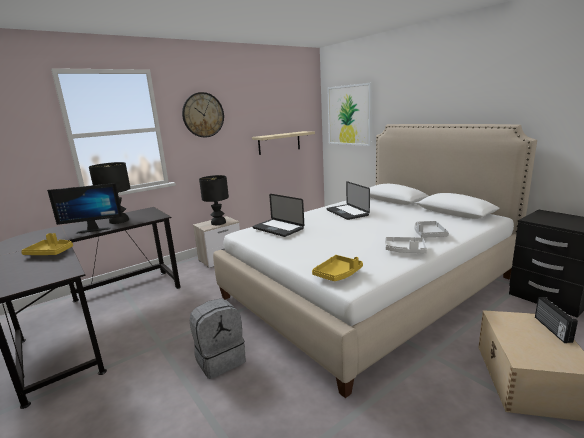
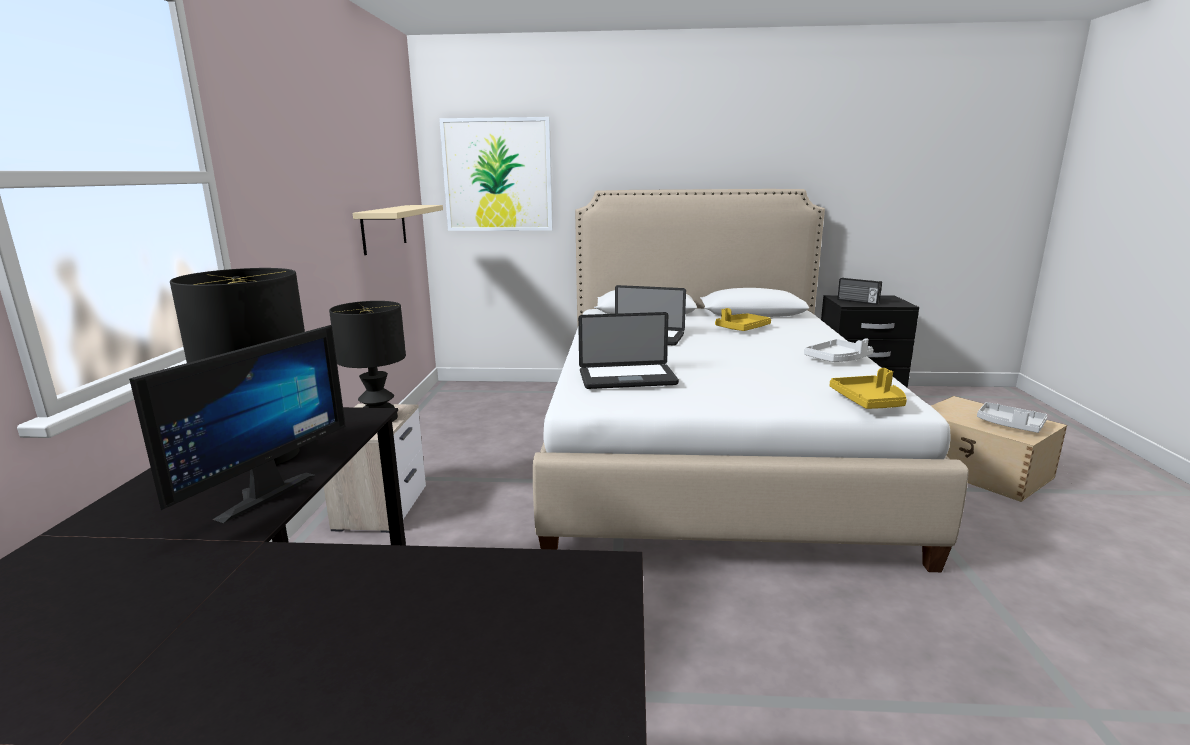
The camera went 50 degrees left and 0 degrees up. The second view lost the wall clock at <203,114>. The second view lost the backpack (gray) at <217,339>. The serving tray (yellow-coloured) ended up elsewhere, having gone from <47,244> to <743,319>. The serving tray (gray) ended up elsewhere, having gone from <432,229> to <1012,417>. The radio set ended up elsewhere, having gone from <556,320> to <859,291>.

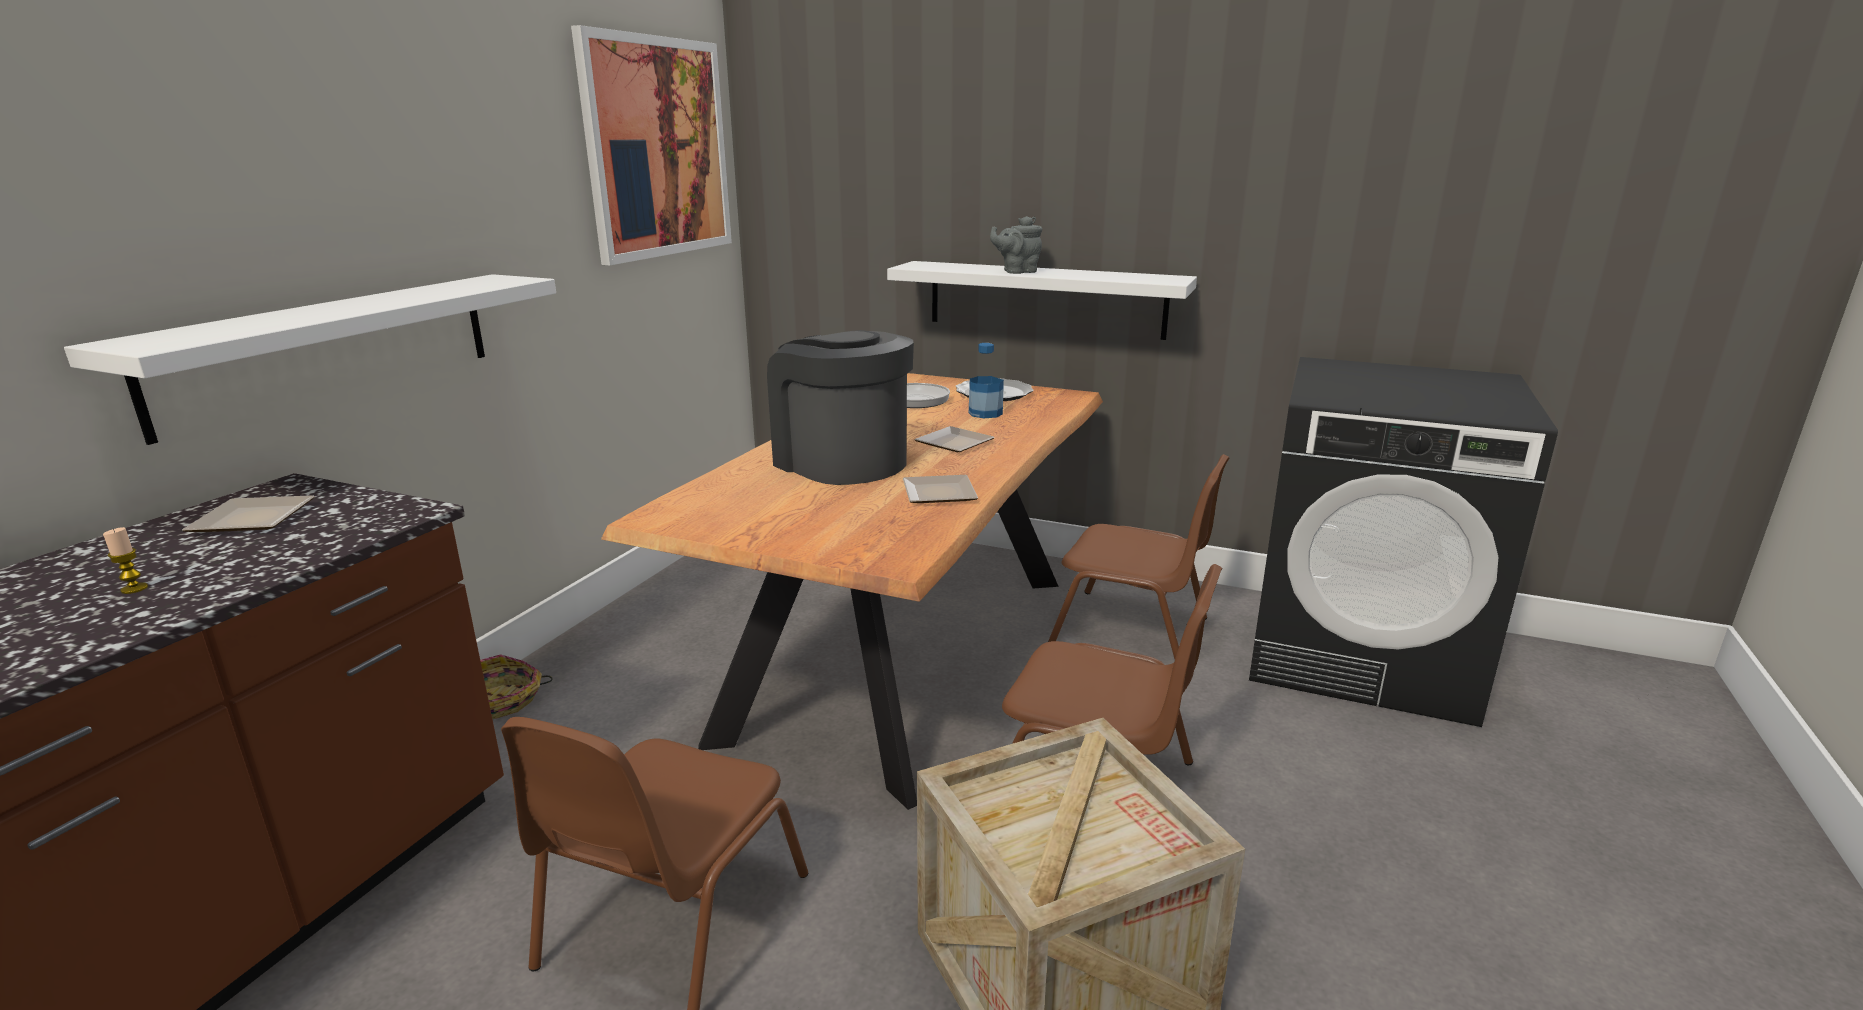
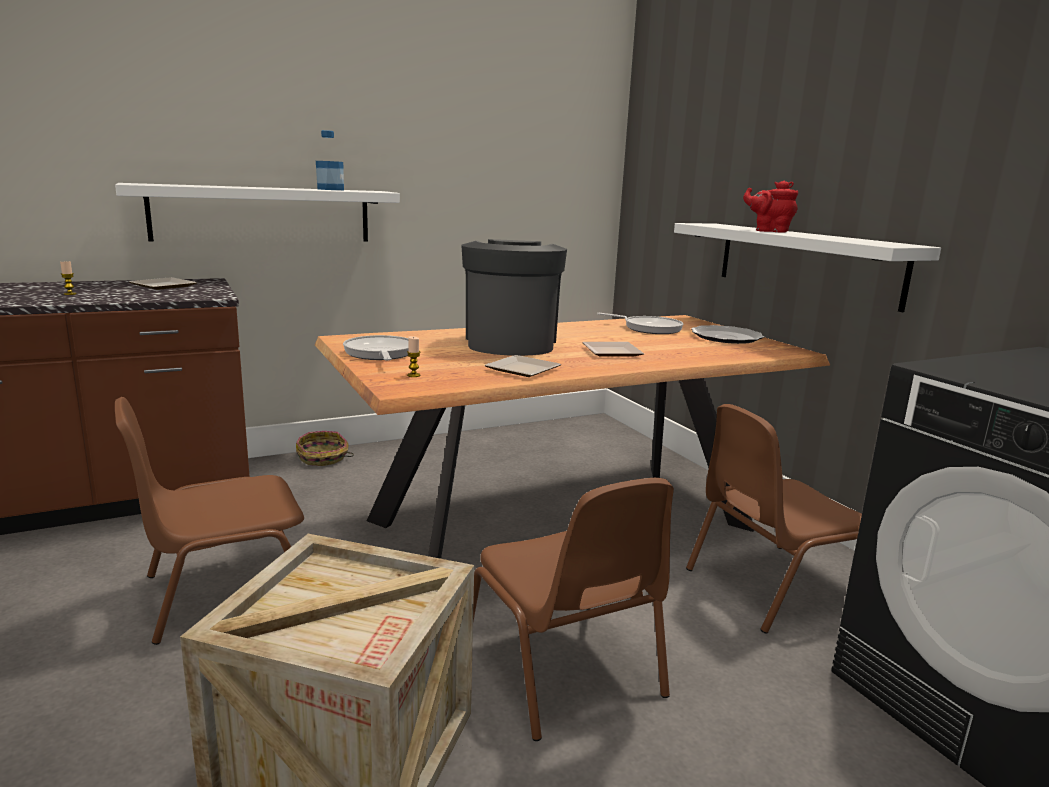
The camera went 40 degrees right and 5 degrees down. The second view lost the wall art at <651,145>. The second view gained the skillet at <376,348>. The second view gained the candle at <414,356>. The drink bottle ended up elsewhere, having gone from <986,380> to <330,160>. What was the pot for tea (gray) at <1016,245> turned into the pot for tea (reddish) at <770,206>. The upright chair (brown) at <1139,556> ended up facing another way, 90 degrees clockwise from before.

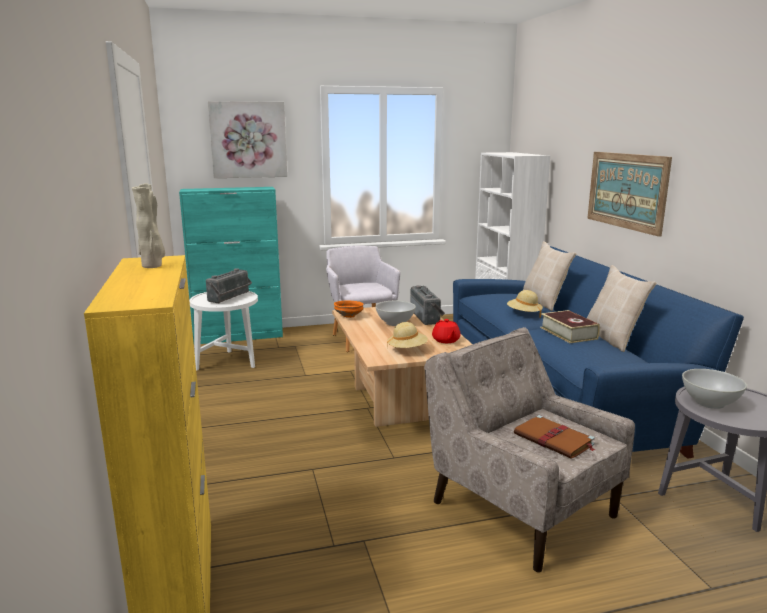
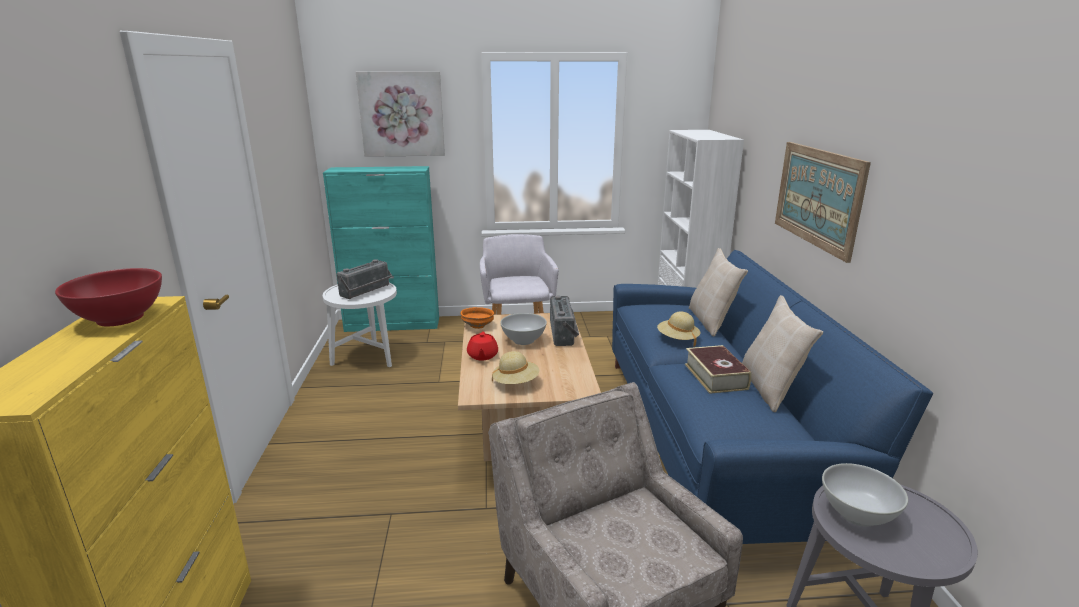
The camera went 10 degrees right and 5 degrees up. The second view lost the volume (brown) at <555,437>. The pot for tea (reddish) ended up elsewhere, having gone from <446,331> to <482,346>. Where the decorative vase (beige-coloured) stood at <148,225>, the serving bowl (reddish) came to stand at <108,297>.

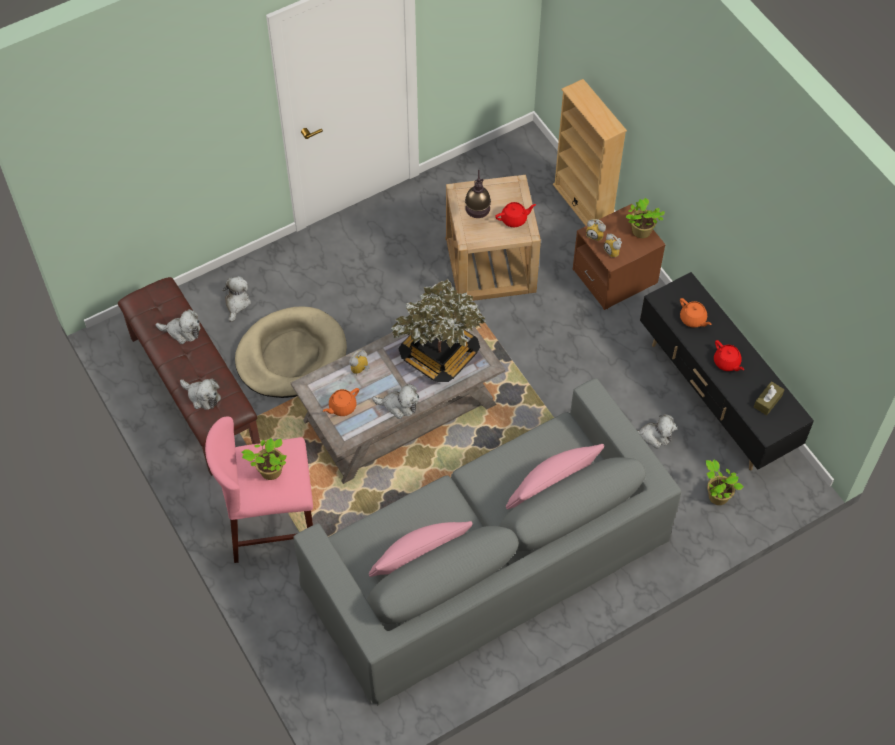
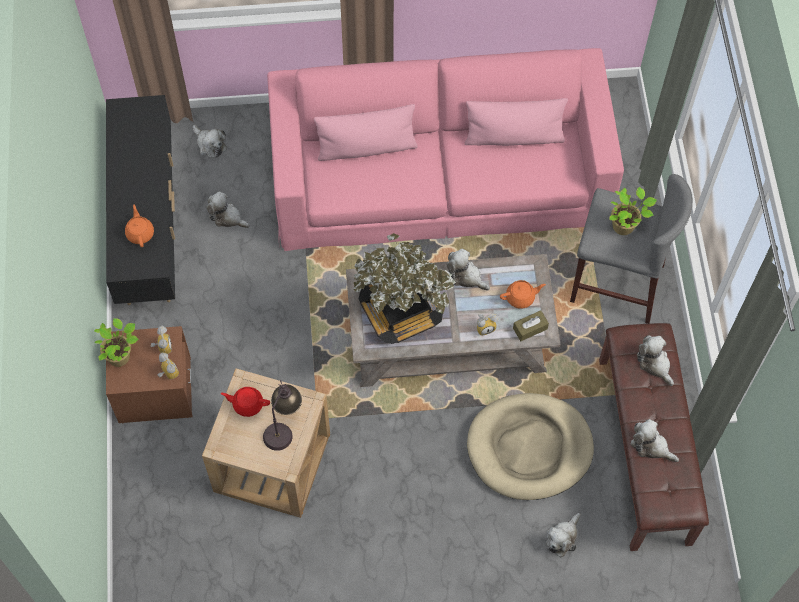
The camera went 155 degrees left and 5 degrees up. The second view lost the shelving unit (beige-coloured) at <590,152>. The second view lost the pot for tea (reddish) at <729,355>. The tissue holder (brown) ended up elsewhere, having gone from <769,398> to <531,325>. Where the plant in a pot stood at <725,482>, the plush toy came to stand at <210,141>. What was the stool (pink) at <259,489> turned into the stool (gray) at <631,249>. What was the couch (gray) at <487,542> turned into the couch (pink) at <445,149>.

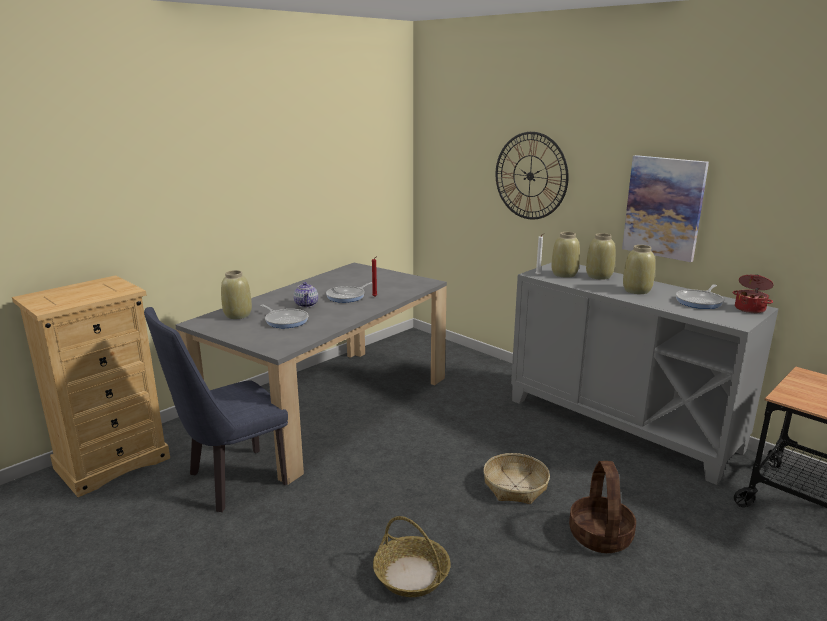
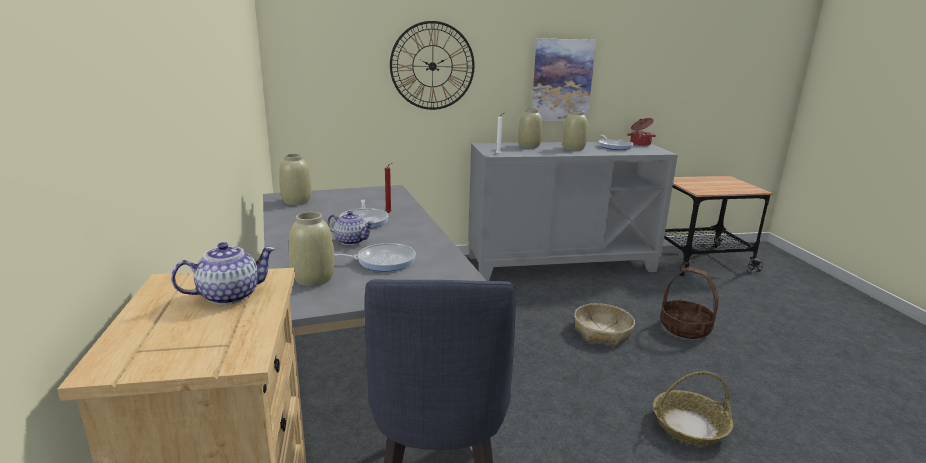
The camera went 55 degrees left and 0 degrees up. The second view gained the pot for tea at <223,273>. The decorative vase (beige-coloured) ended up elsewhere, having gone from <565,255> to <295,179>.

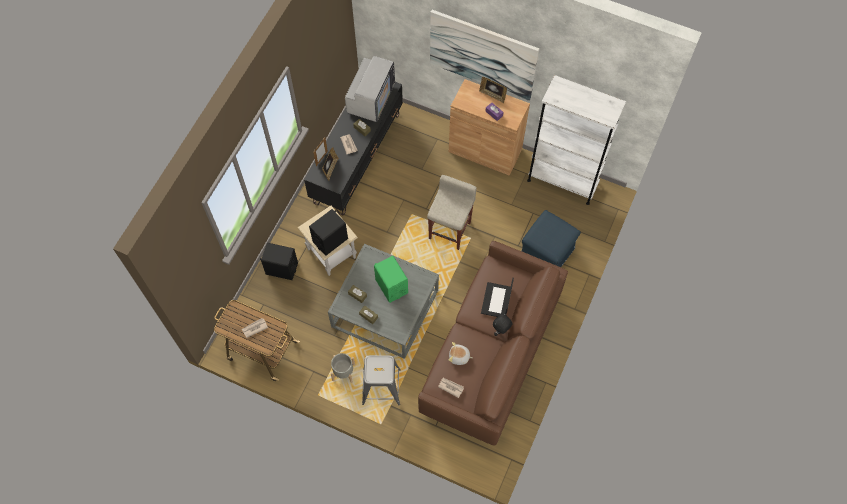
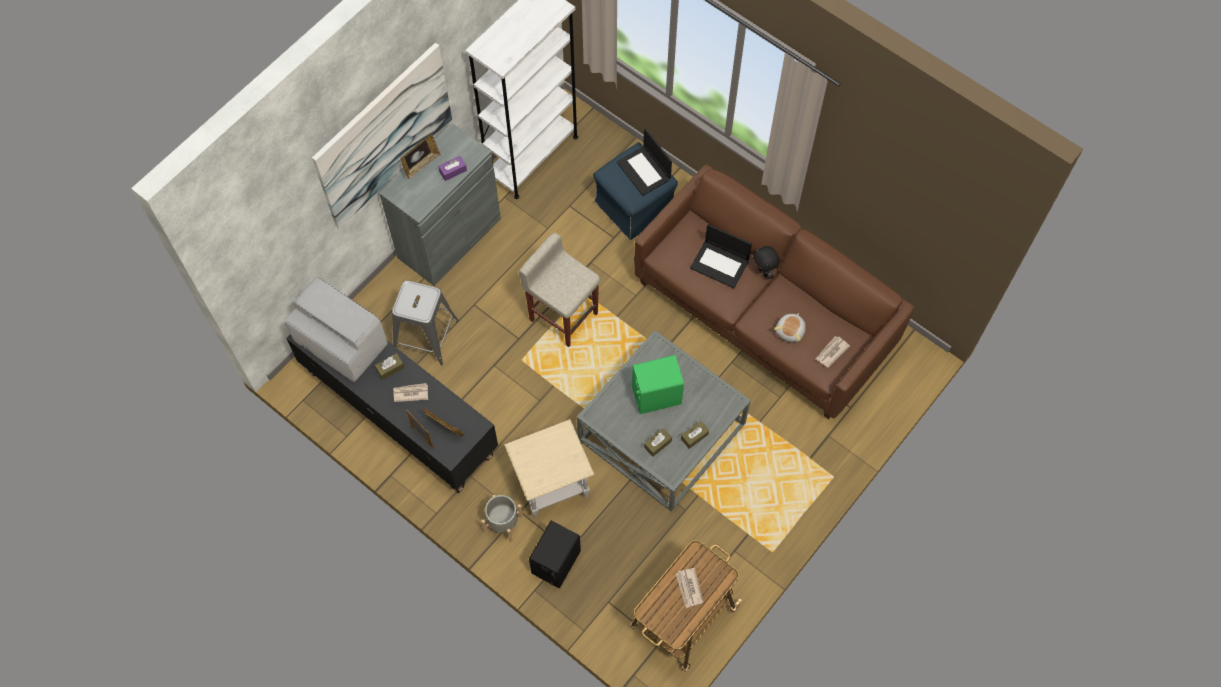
The camera went 75 degrees left and 0 degrees up. The second view lost the loudspeaker (black) at <328,232>. The second view gained the portable computer at <644,162>. The flower pot (gray) ended up elsewhere, having gone from <342,368> to <502,518>. The stool (gray) ended up elsewhere, having gone from <381,380> to <425,322>. What was the cupboard (brown) at <489,127> turned into the cupboard (gray) at <440,204>.

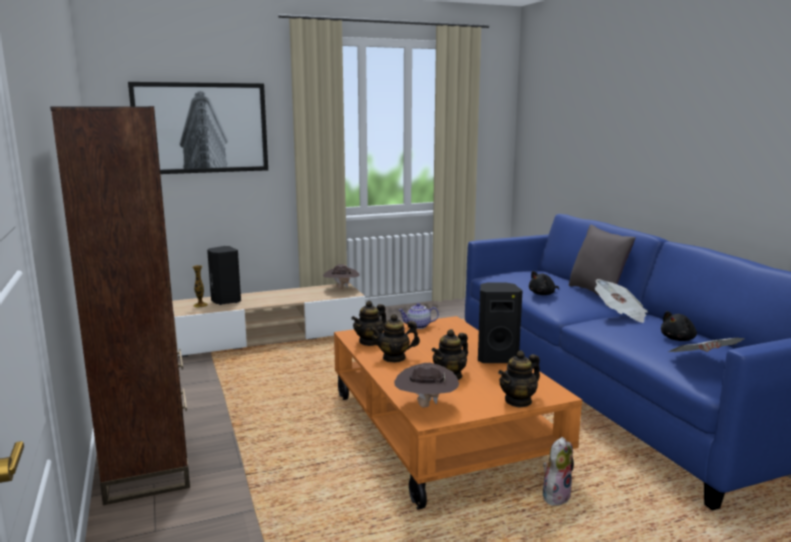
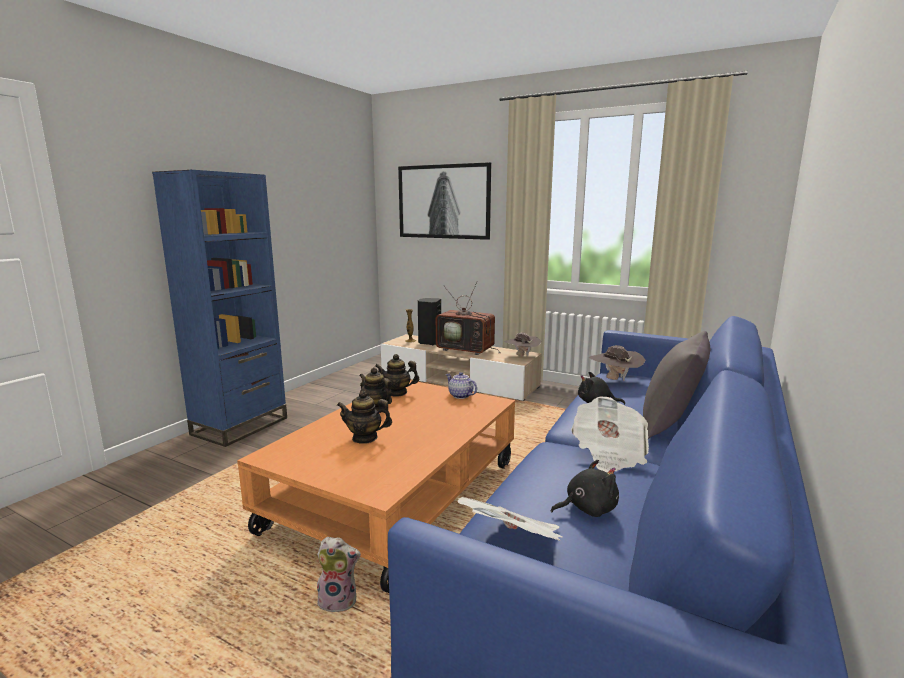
The camera went 50 degrees right and 0 degrees up. The second view lost the loudspeaker (black) at <500,322>. The second view lost the pot for tea at <519,379>. The second view gained the TV at <468,319>. The clothing hat (brown) ended up elsewhere, having gone from <426,385> to <617,363>. What was the shelving unit (brown) at <120,305> turned into the shelving unit (blue) at <219,308>. The plush toy (black) at <679,326> ended up facing another way, 150 degrees clockwise from before.

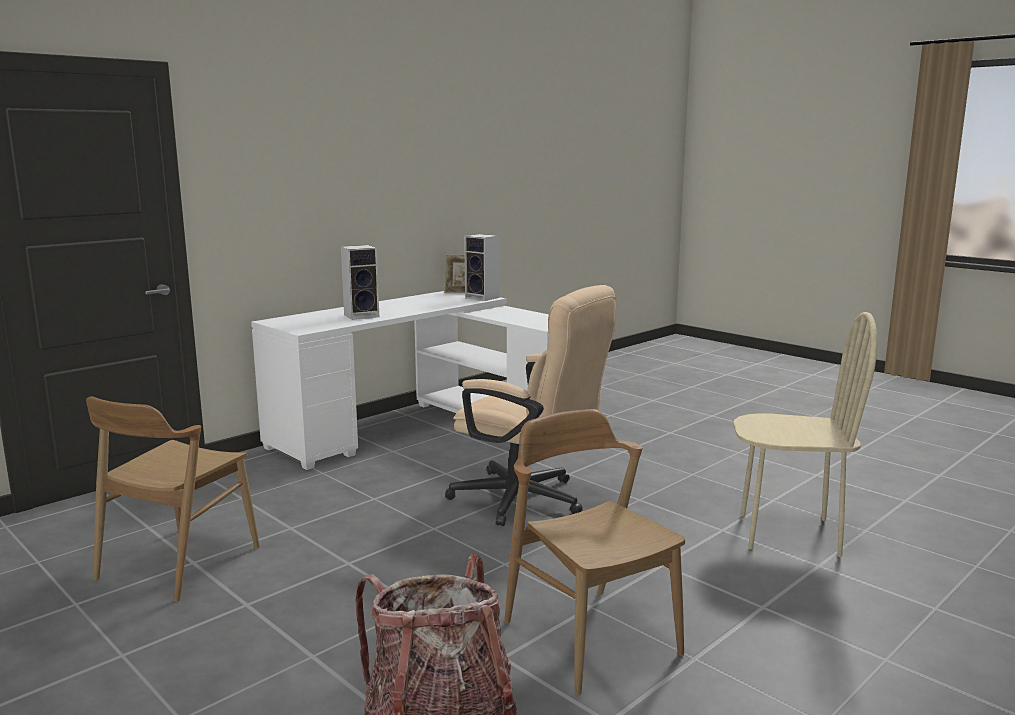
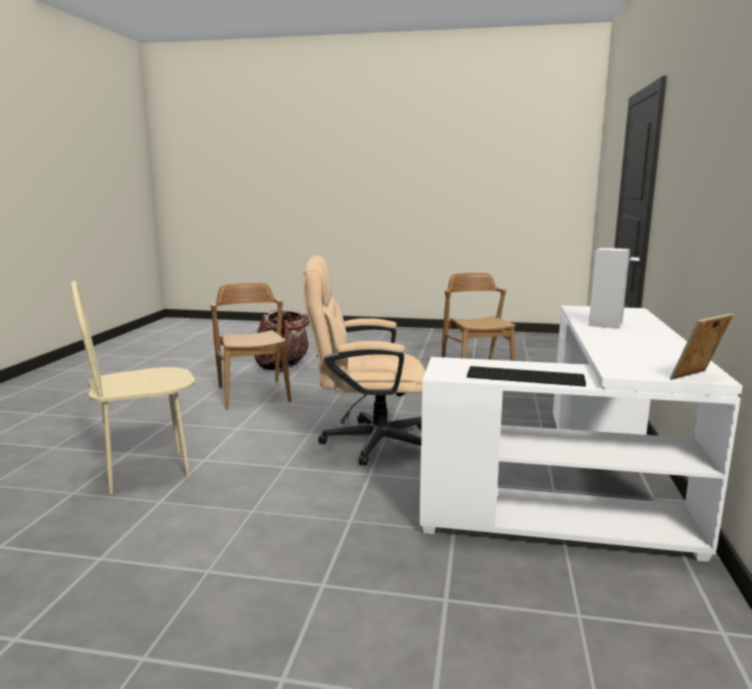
The camera went 145 degrees right and 0 degrees up. The second view lost the loudspeaker at <481,267>. The second view gained the keyboard at <526,376>. The upright chair (brown) at <594,552> ended up facing another way, 135 degrees counterclockwise from before.

